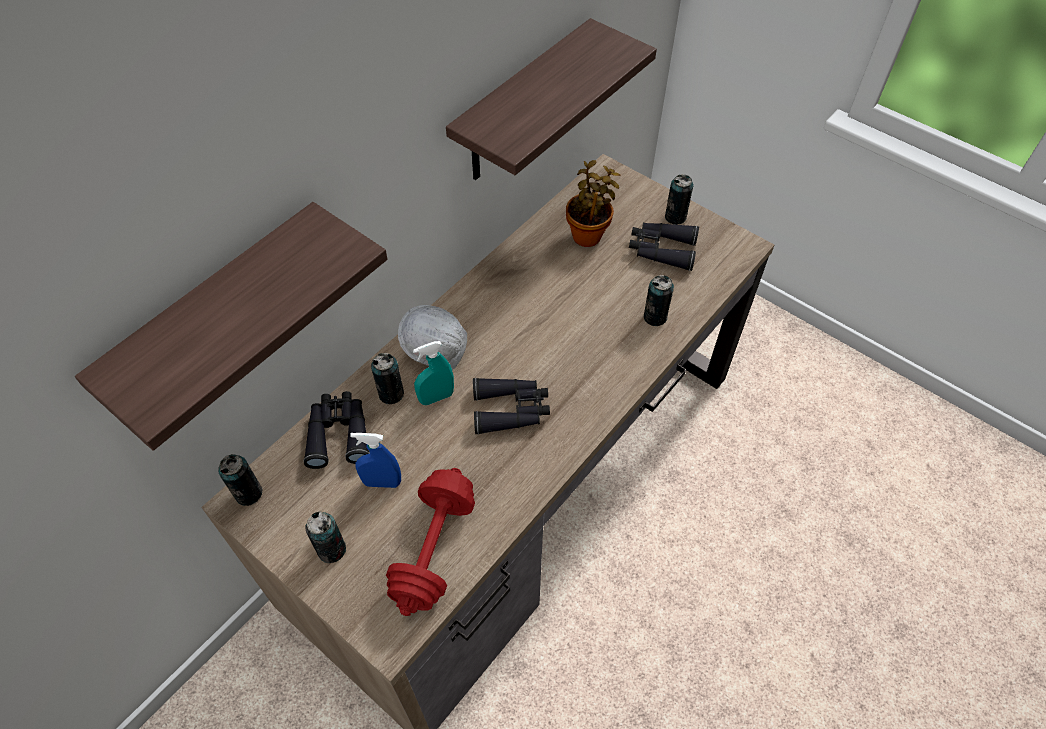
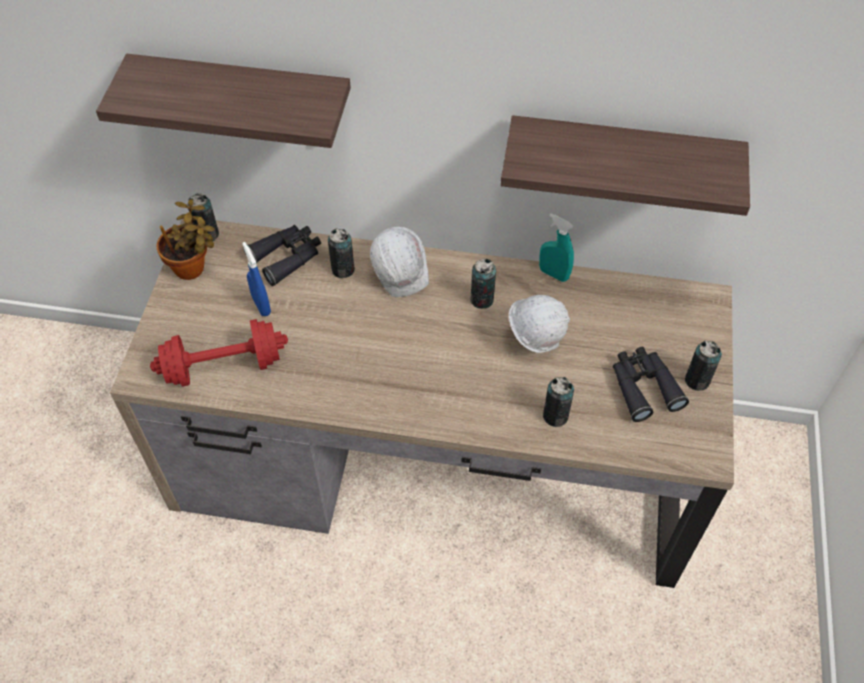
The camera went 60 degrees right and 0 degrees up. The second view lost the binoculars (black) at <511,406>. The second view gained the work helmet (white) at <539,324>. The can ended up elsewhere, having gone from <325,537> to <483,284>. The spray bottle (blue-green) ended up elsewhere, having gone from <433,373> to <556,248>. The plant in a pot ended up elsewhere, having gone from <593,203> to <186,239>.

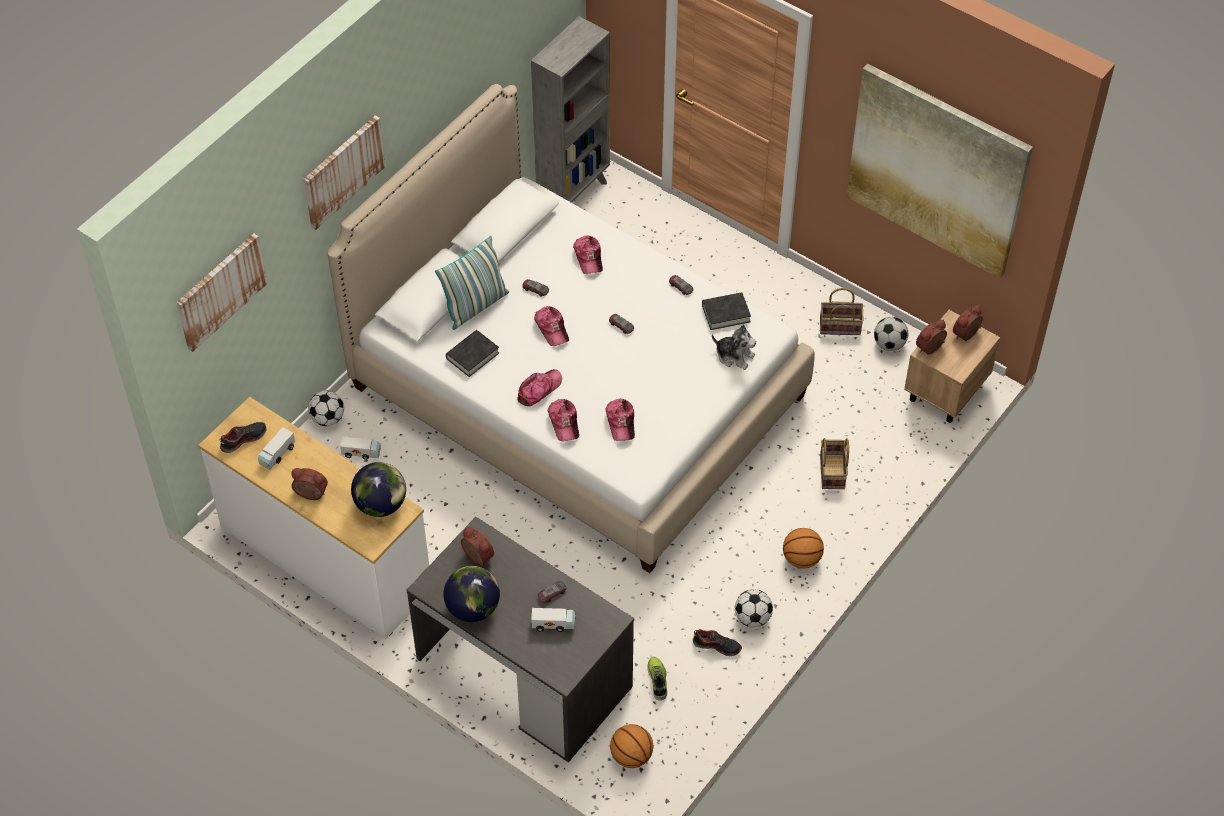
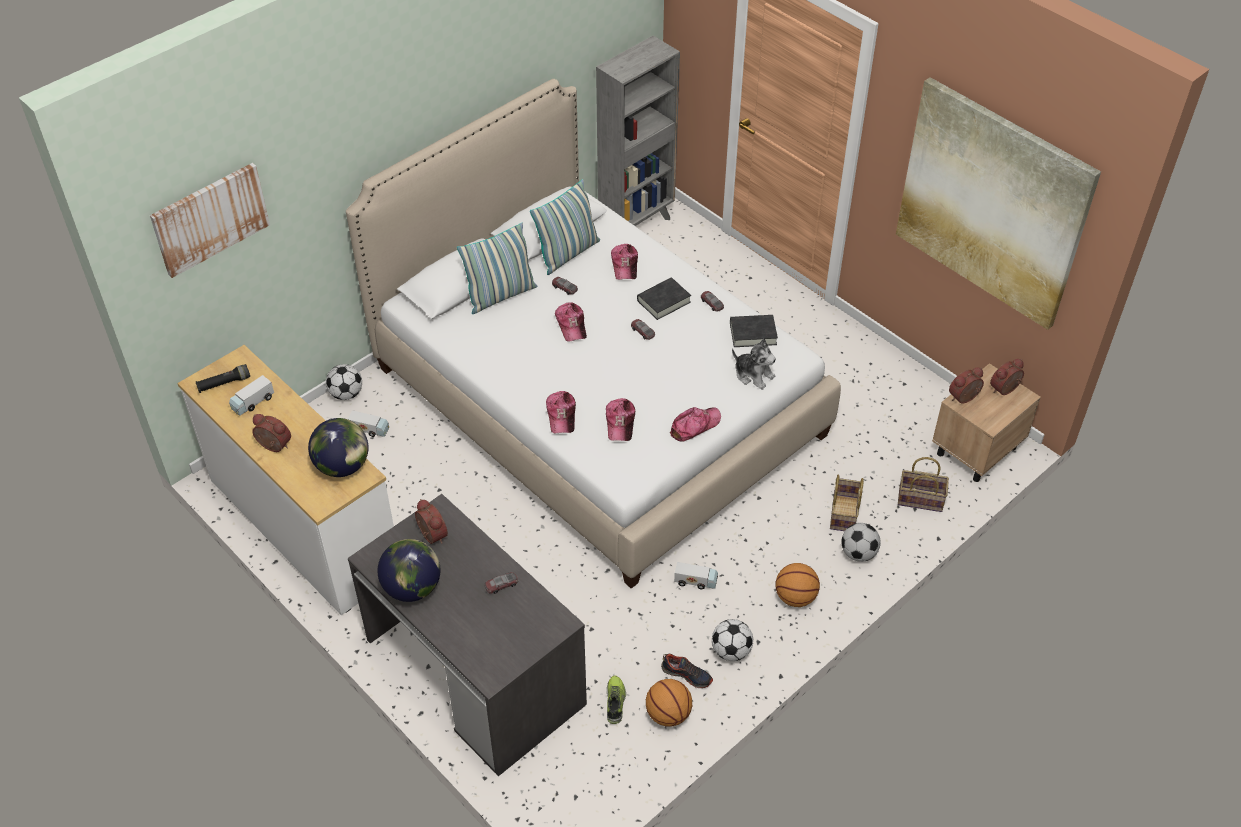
The camera went 10 degrees right and 5 degrees down. The second view lost the wall art at <344,173>. The second view gained the throw pillow at <565,227>. The volume (black) ended up elsewhere, having gone from <472,353> to <664,299>. The peaked cap ended up elsewhere, having gone from <539,387> to <695,424>. The toy truck ended up elsewhere, having gone from <553,620> to <696,575>. The basketball ended up elsewhere, having gone from <632,746> to <669,703>. The household basket ended up elsewhere, having gone from <842,311> to <923,484>. The football ball ended up elsewhere, having gone from <891,334> to <861,542>. Where the item of footwear stood at <243,437>, the flashlight (black) came to stand at <223,378>.

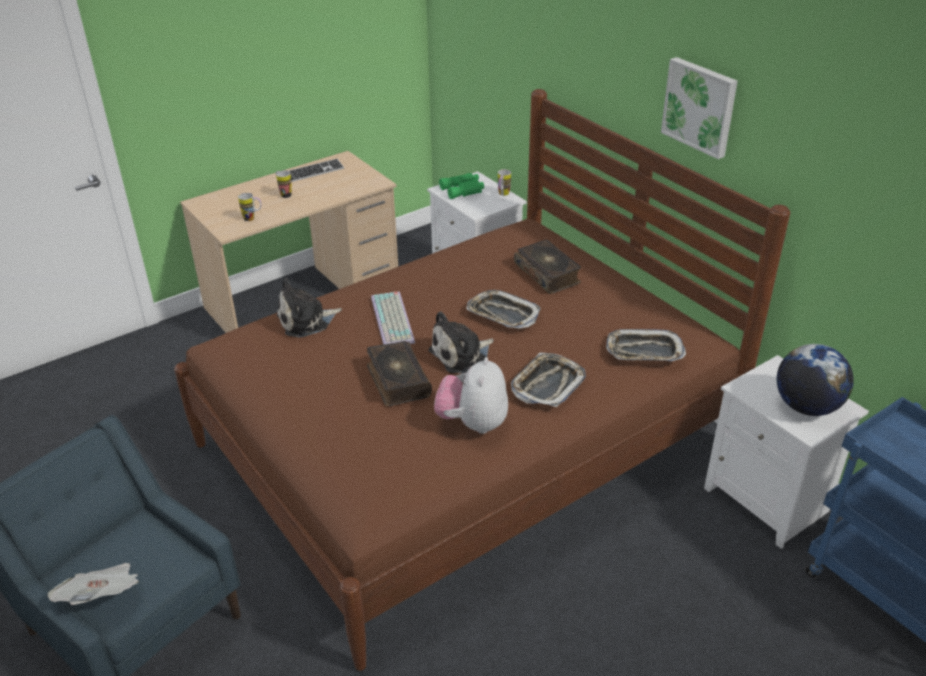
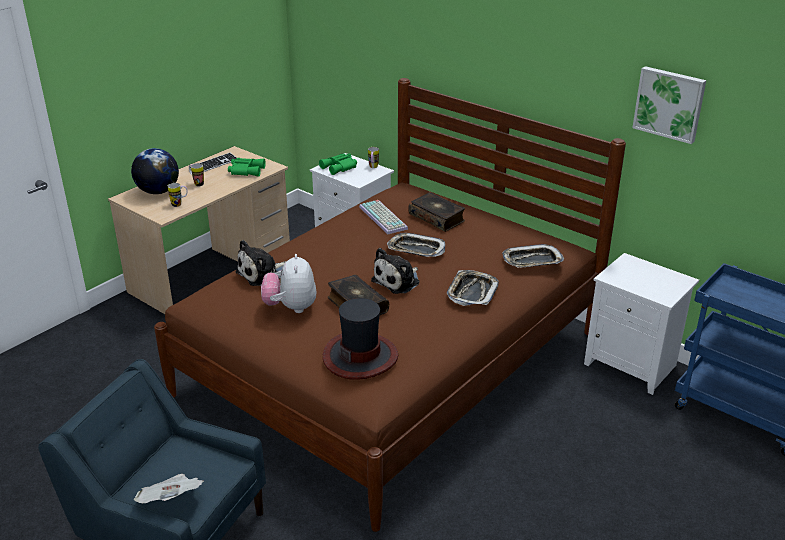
The camera went 15 degrees left and 5 degrees down. The second view gained the binoculars (green-coloured) at <247,167>. The second view gained the clothing hat at <360,339>. The keyboard ended up elsewhere, having gone from <393,318> to <383,217>. The plush toy ended up elsewhere, having gone from <471,395> to <289,283>. The wall art ended up elsewhere, having gone from <699,108> to <669,105>. The desk globe ended up elsewhere, having gone from <815,380> to <155,171>.

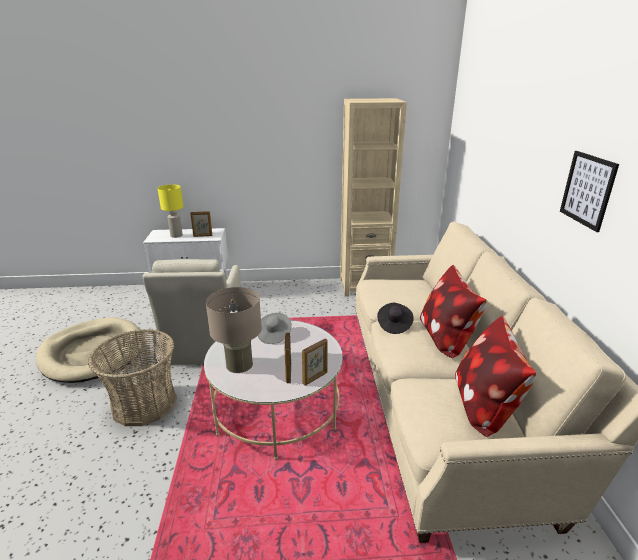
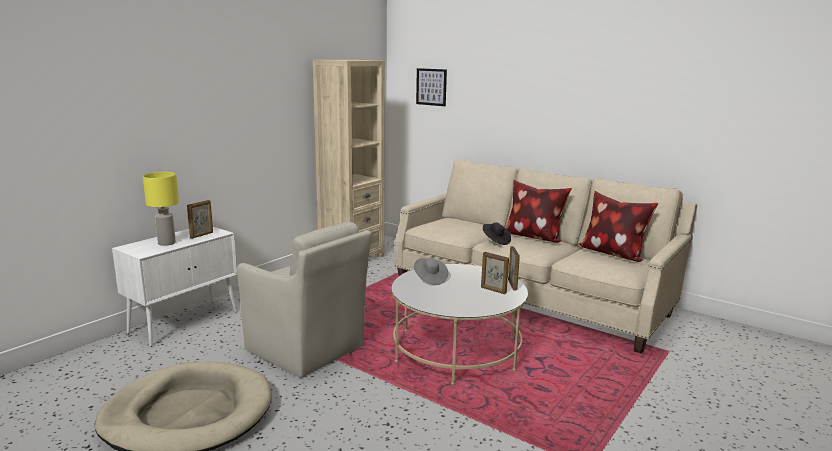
The camera went 50 degrees left and 10 degrees down. The second view lost the household basket at <132,377>. The second view lost the tabletop lamp (beige-coloured) at <234,330>. The wall art ended up elsewhere, having gone from <589,191> to <431,87>.

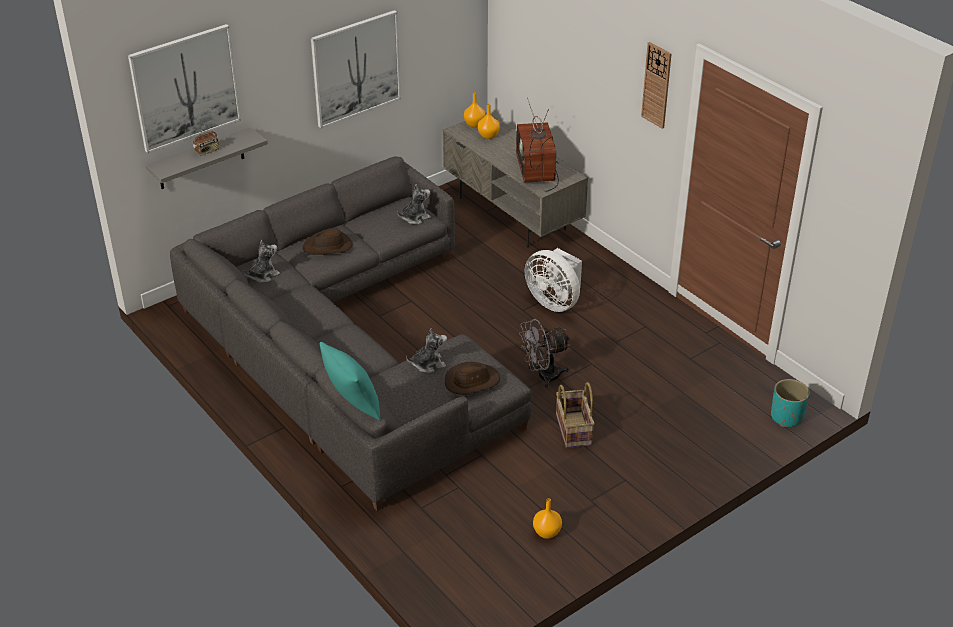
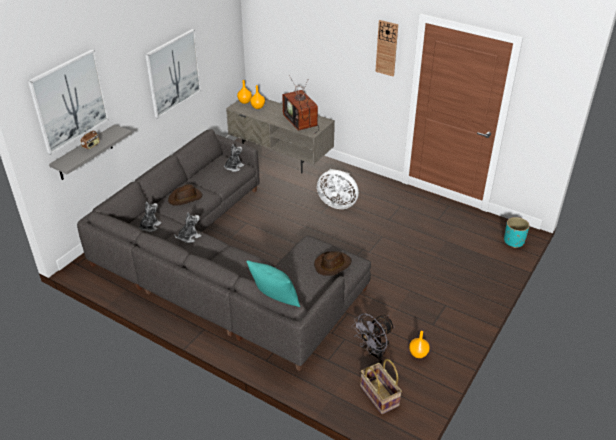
The camera went 20 degrees left and 0 degrees up. The plush toy ended up elsewhere, having gone from <426,350> to <188,227>. The cooling fan (gray) ended up elsewhere, having gone from <544,353> to <373,338>. The household basket ended up elsewhere, having gone from <575,415> to <381,386>.

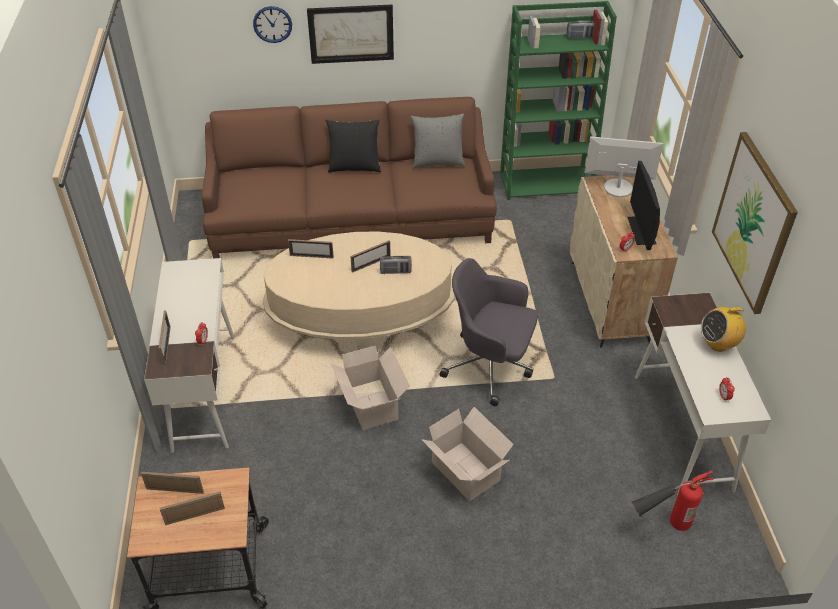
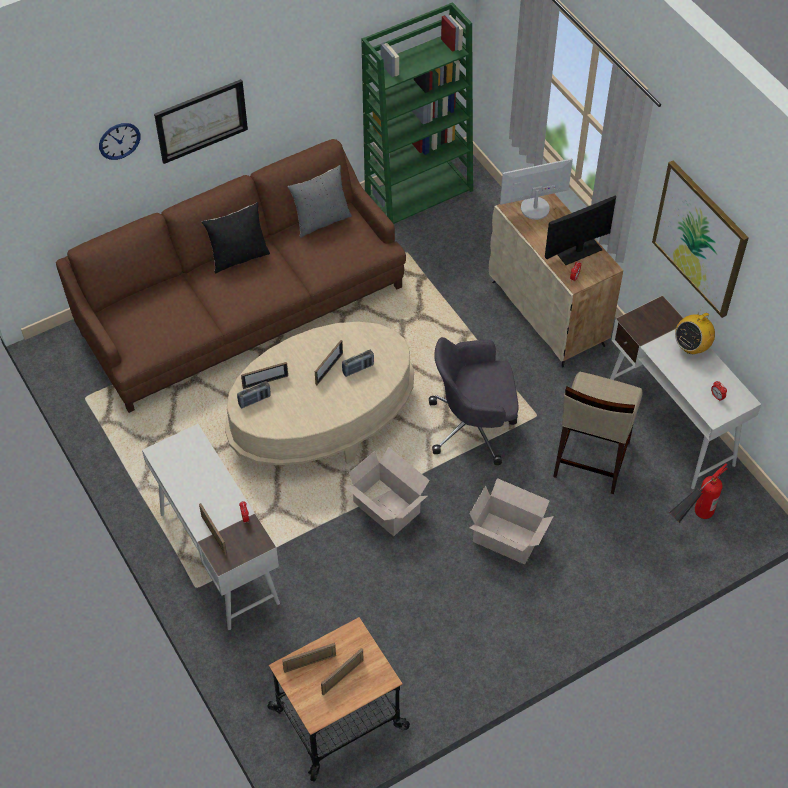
The camera went 25 degrees left and 10 degrees up. The second view gained the stool (beige-coloured) at <597,433>. The radio set ended up elsewhere, having gone from <580,29> to <254,394>. The computer screen at <643,205> ended up facing another way, 90 degrees clockwise from before.

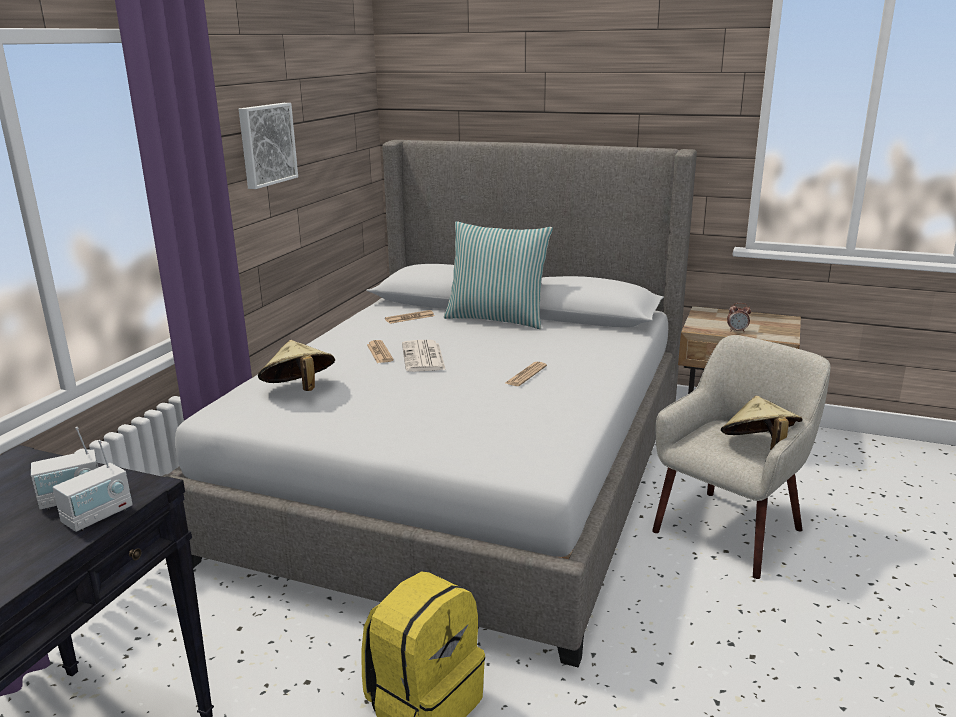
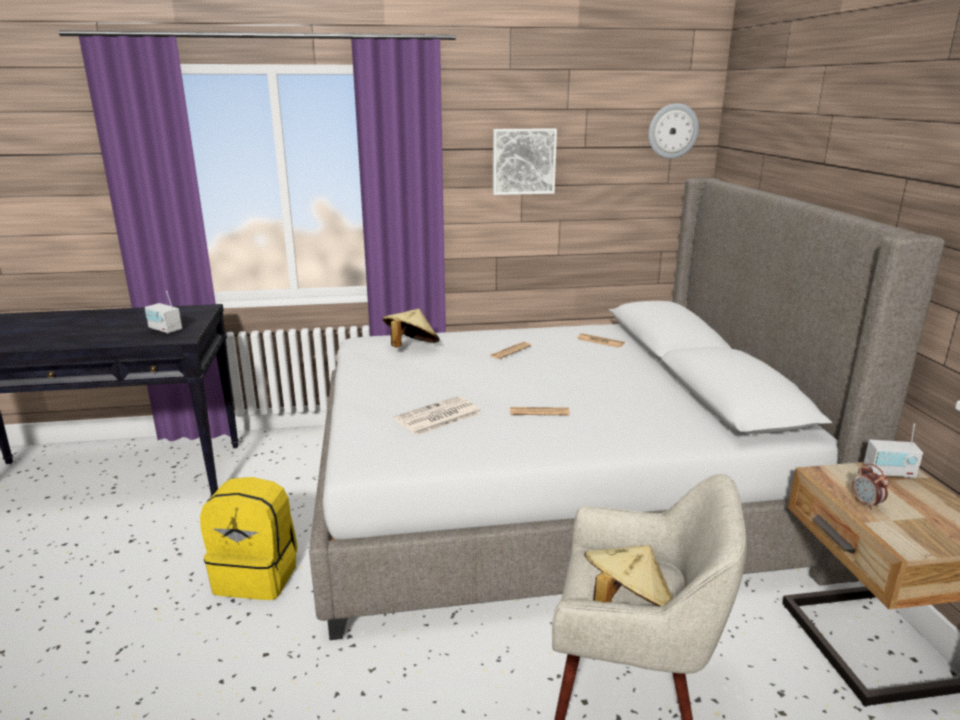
The camera went 60 degrees right and 0 degrees up. The second view lost the throw pillow at <498,275>. The second view gained the wall clock at <673,131>. The radio set ended up elsewhere, having gone from <93,486> to <893,451>. The daily paper ended up elsewhere, having gone from <424,356> to <438,416>.

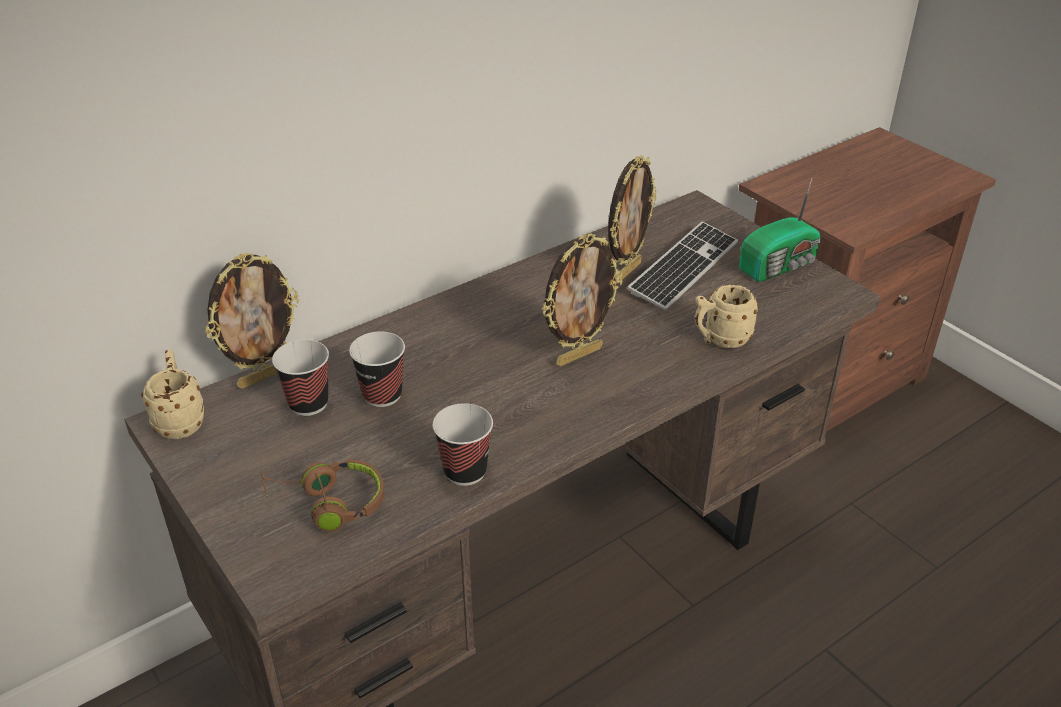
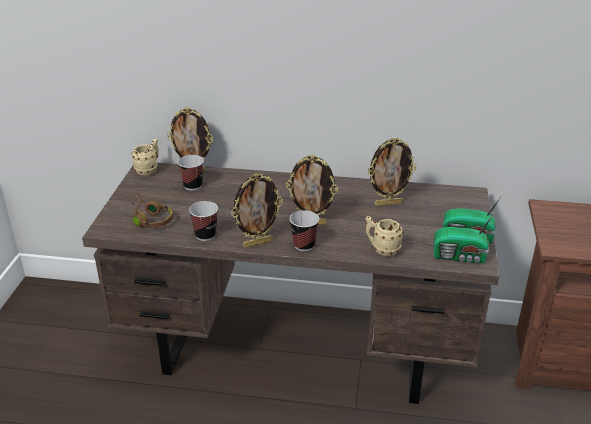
The camera went 45 degrees right and 5 degrees down. The second view lost the keyboard at <682,265>. The second view gained the photo frame at <257,211>. The second view gained the radio set at <464,237>. The drinking cup ended up elsewhere, having gone from <377,369> to <304,230>.

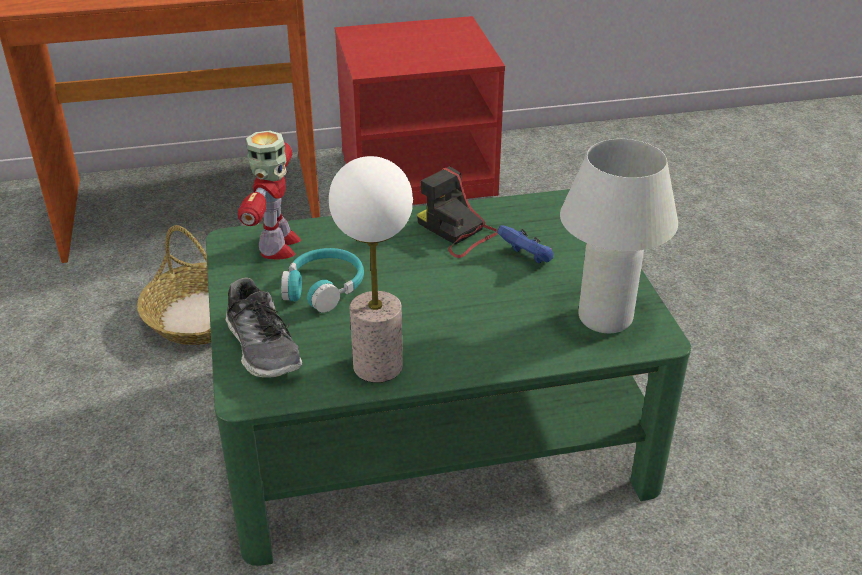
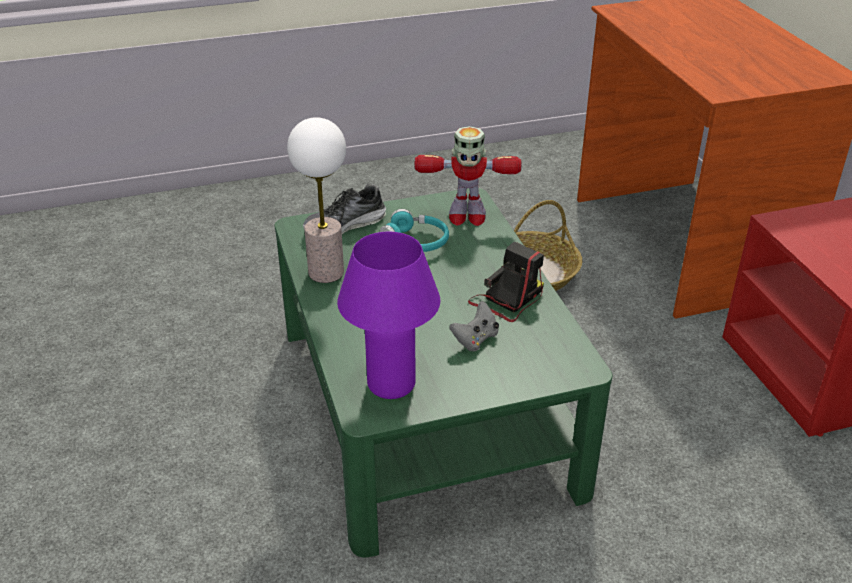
The camera went 85 degrees right and 0 degrees up. What was the joypad (blue) at <525,244> turned into the joypad (gray) at <474,326>. What was the tabletop lamp (white) at <619,236> turned into the tabletop lamp (purple) at <388,315>.

